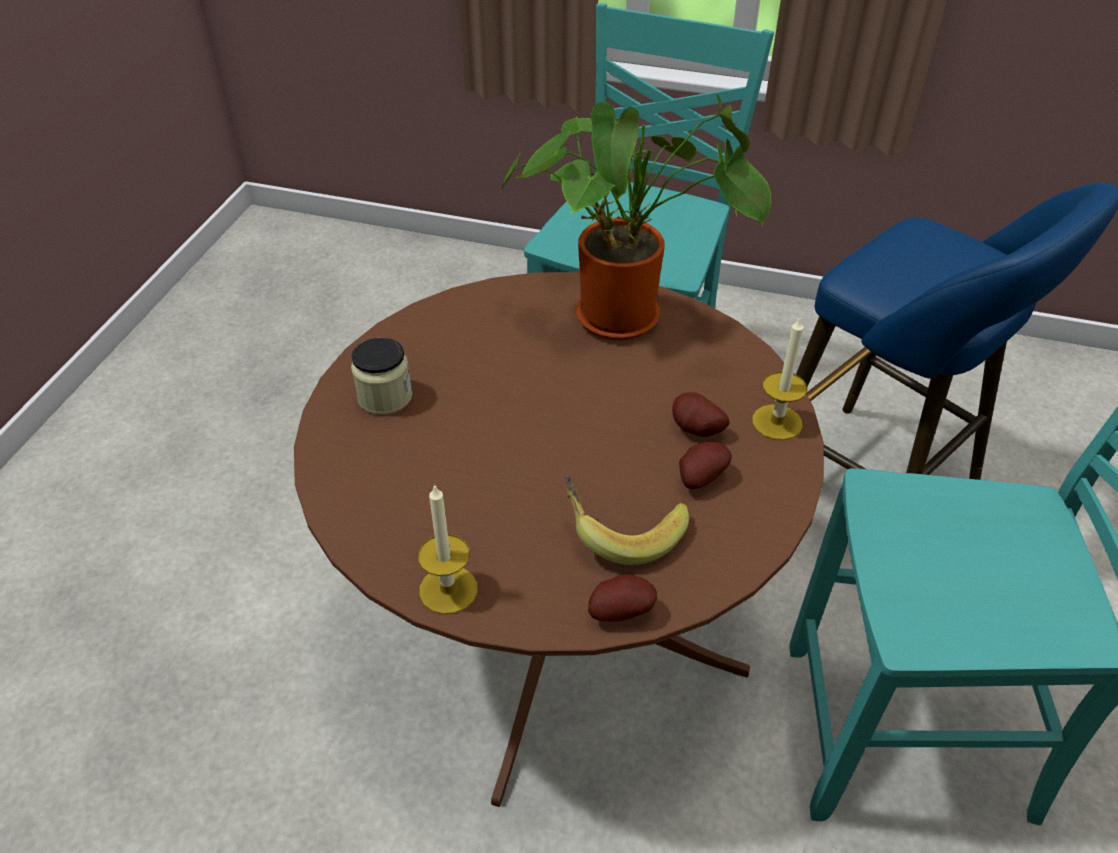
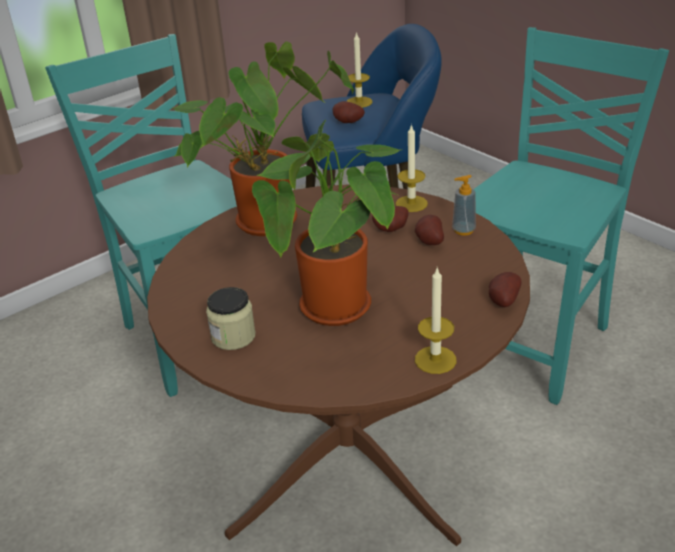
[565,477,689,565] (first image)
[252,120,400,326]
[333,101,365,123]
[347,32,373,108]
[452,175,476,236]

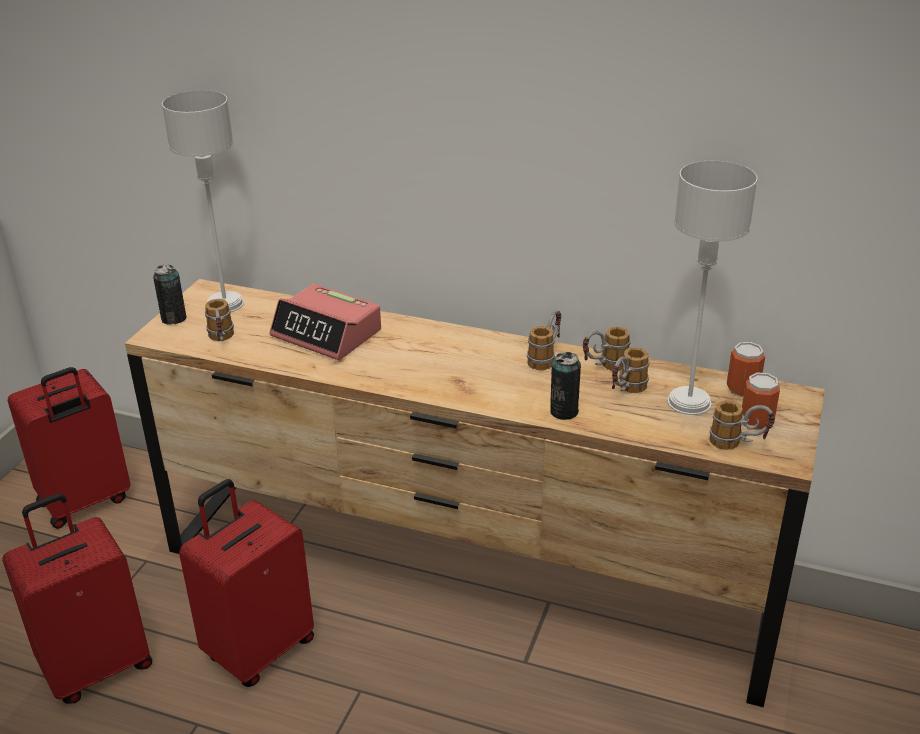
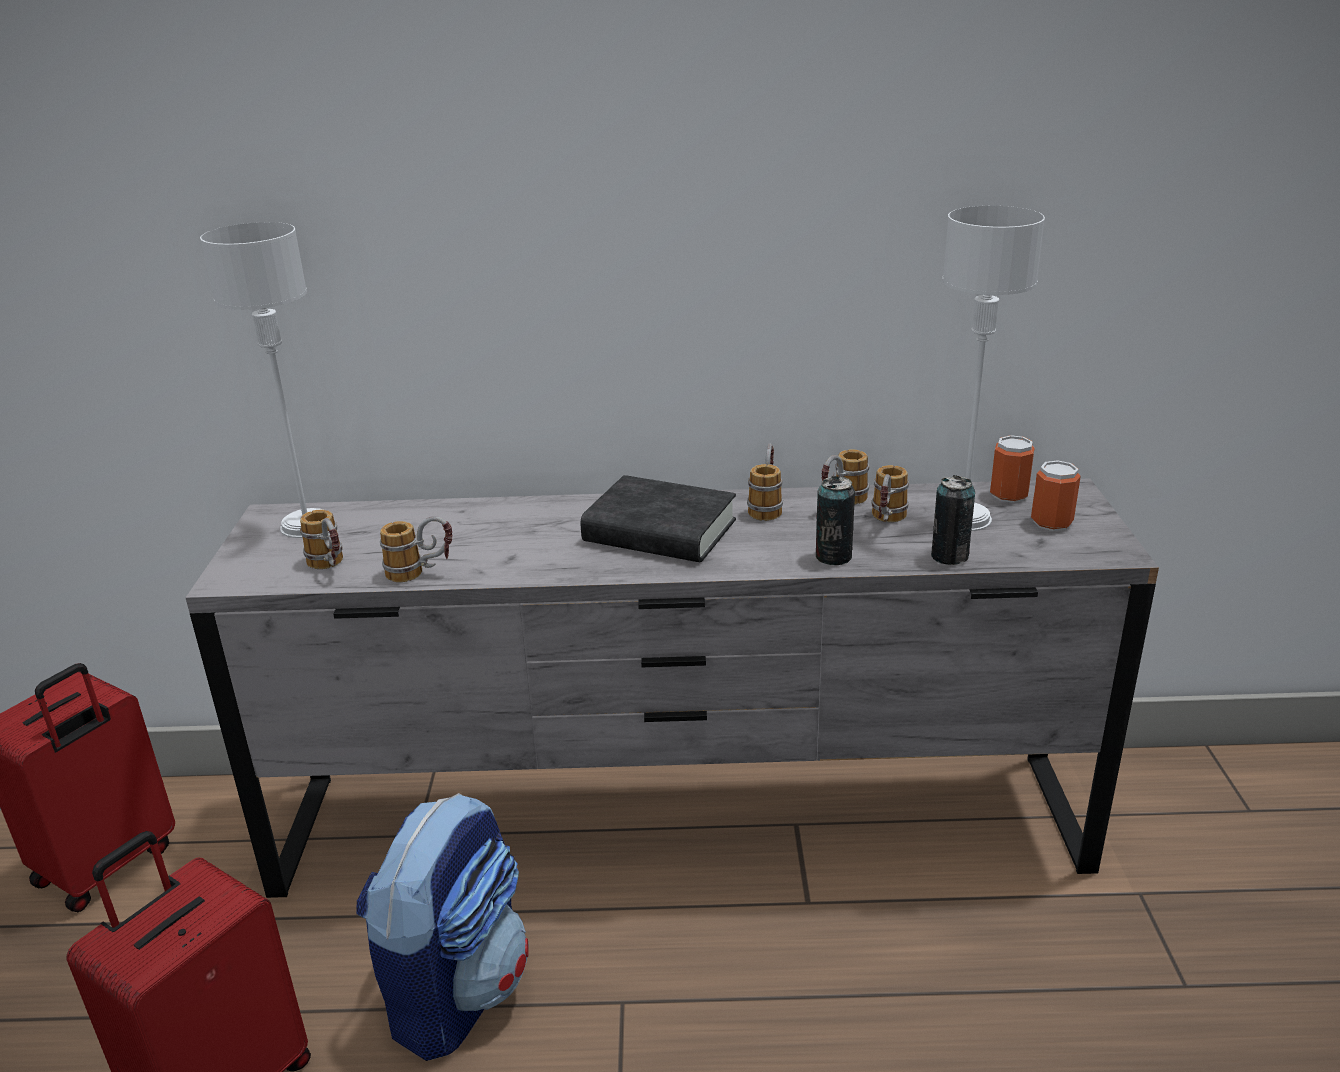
[185,478,1159,898]
[931,475,975,565]
[356,793,529,1061]
[270,284,381,360] (first image)
[380,516,453,582]
[581,475,736,562]

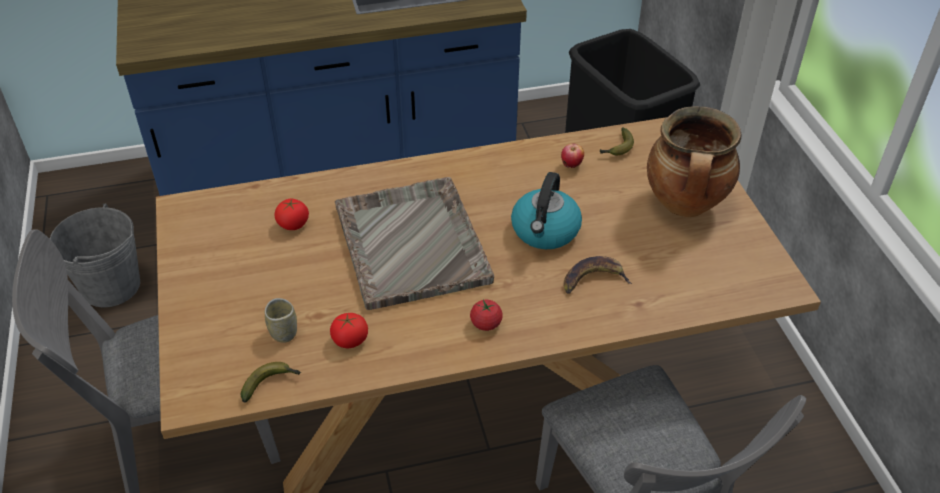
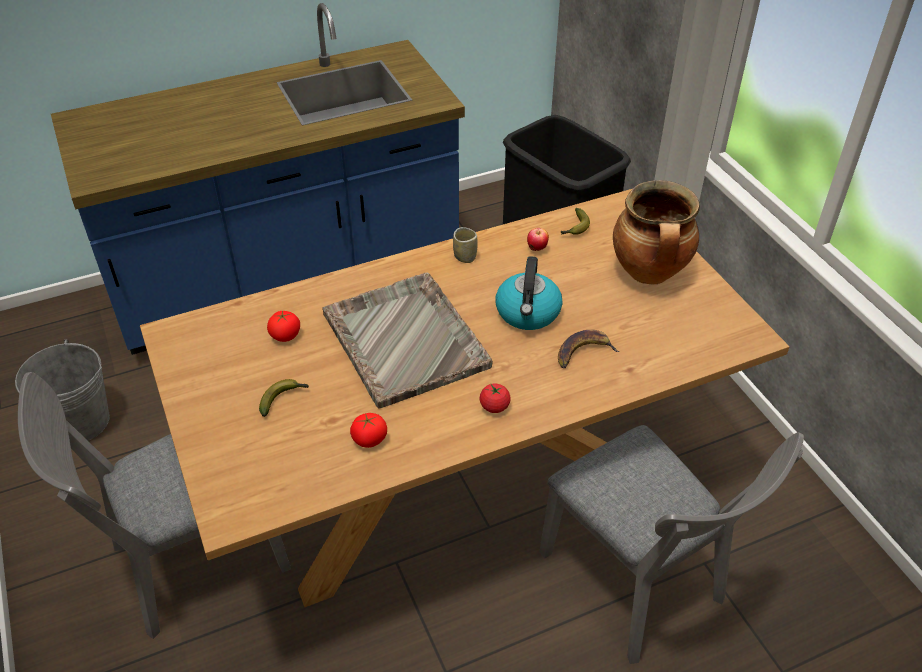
[259,379,308,417]
[453,227,478,263]

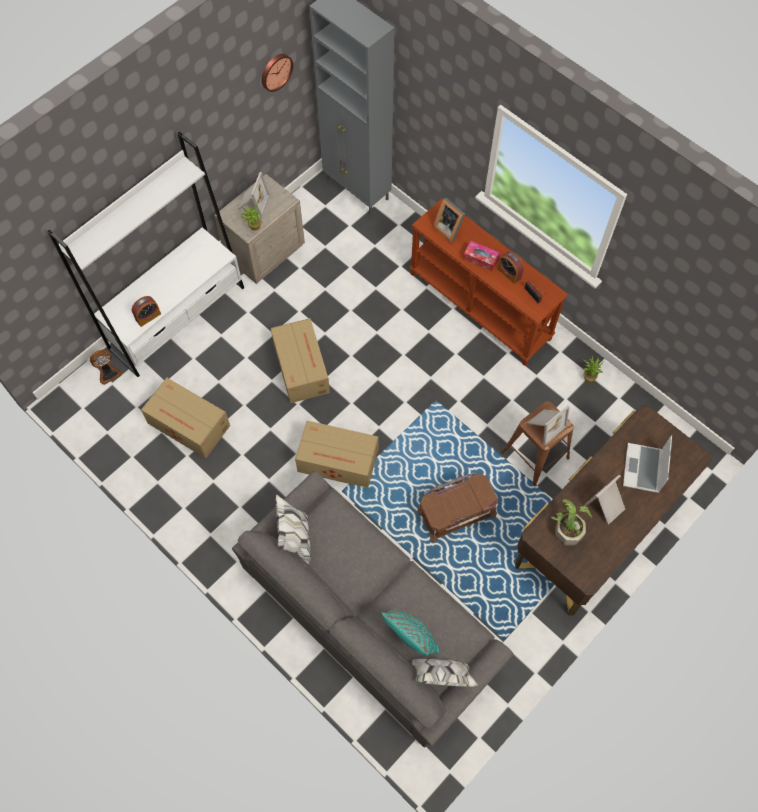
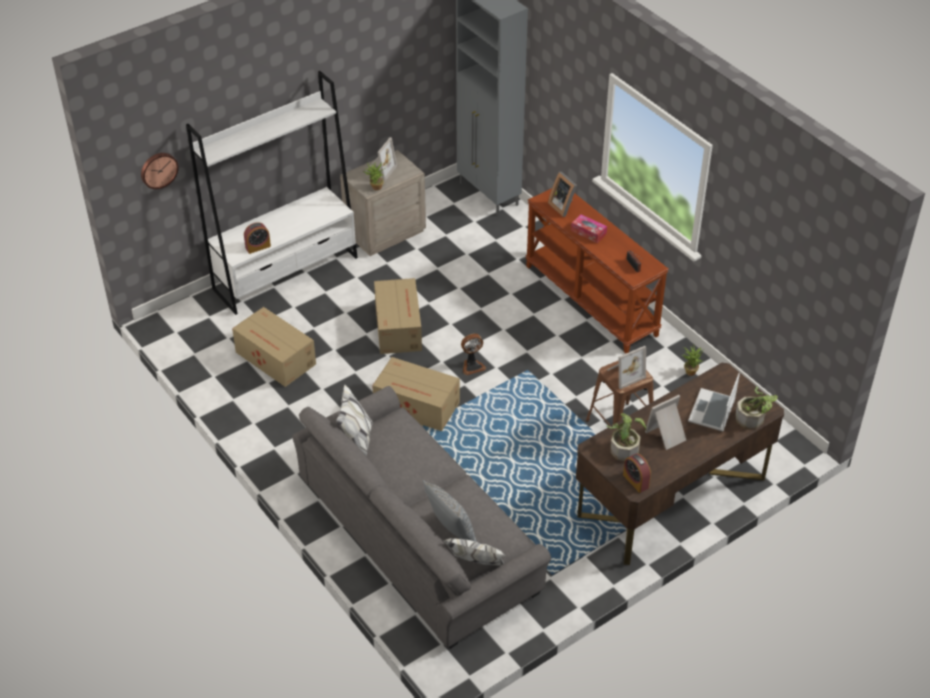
[461,334,486,375]
[141,153,179,189]
[423,480,477,542]
[417,473,498,543] (first image)
[623,453,651,493]
[735,387,778,429]

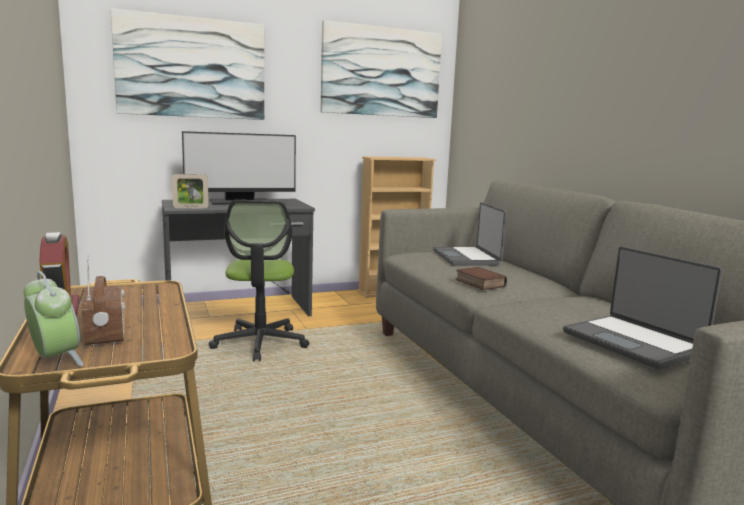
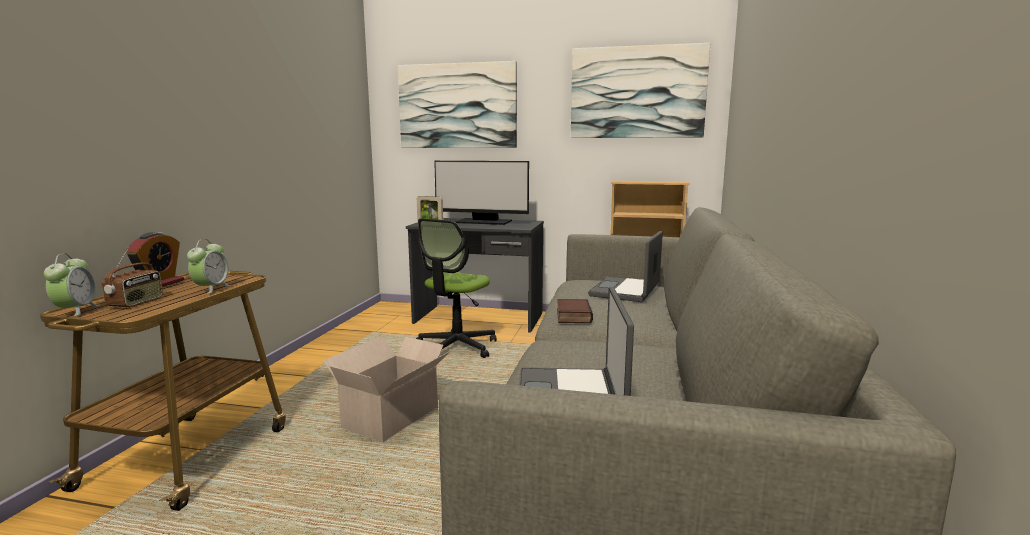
[187,239,231,294]
[323,336,450,442]

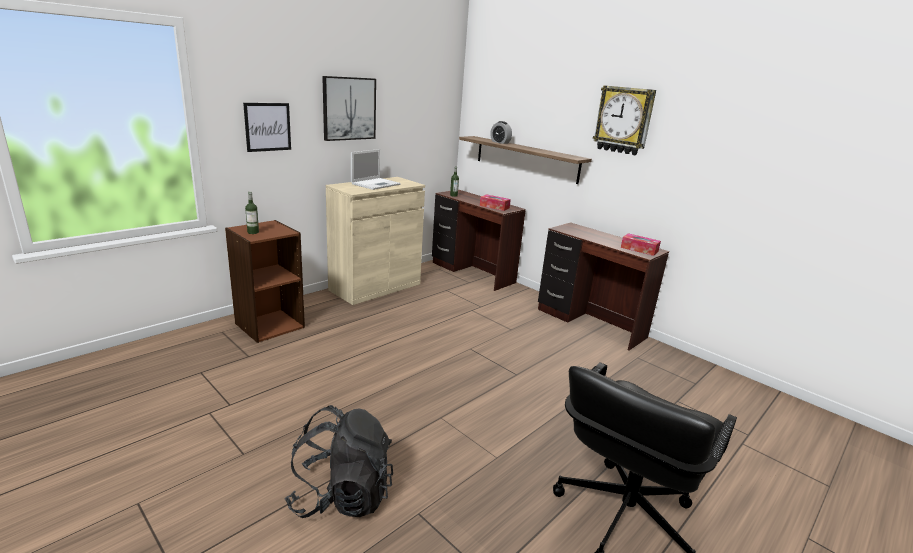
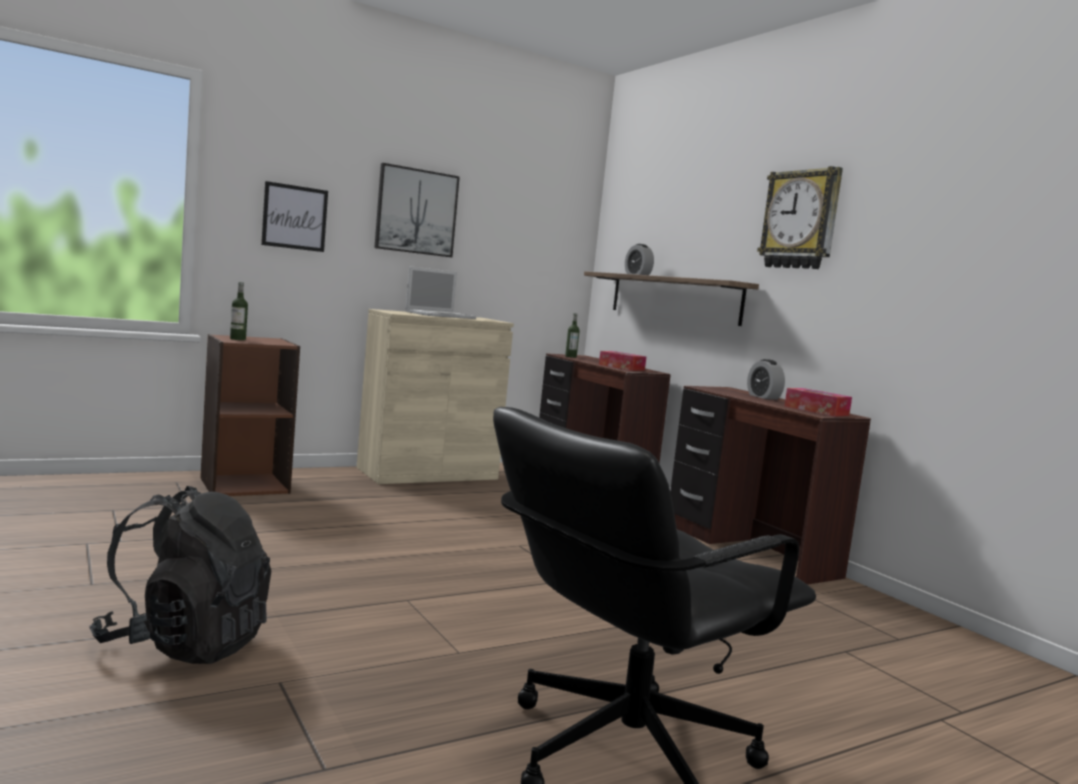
[747,359,785,400]

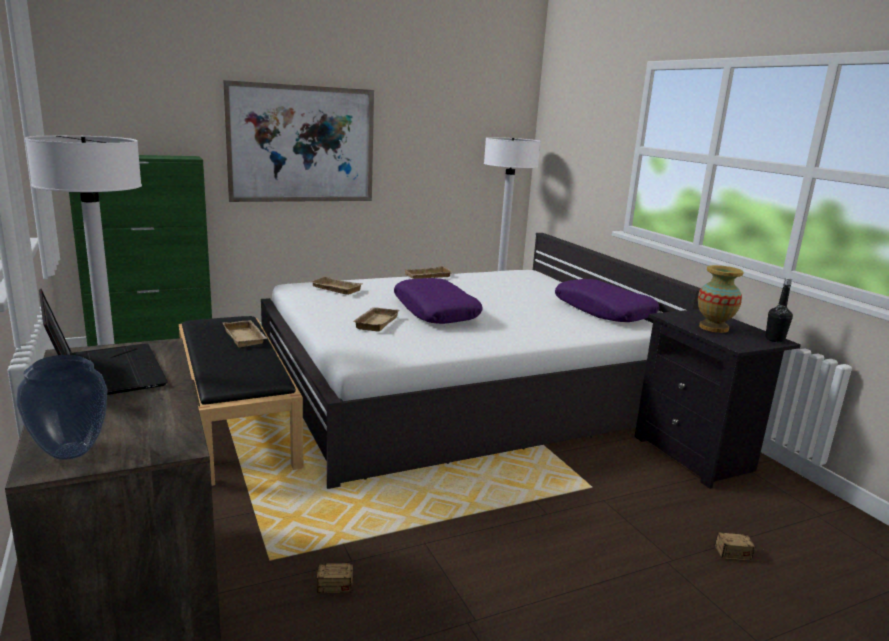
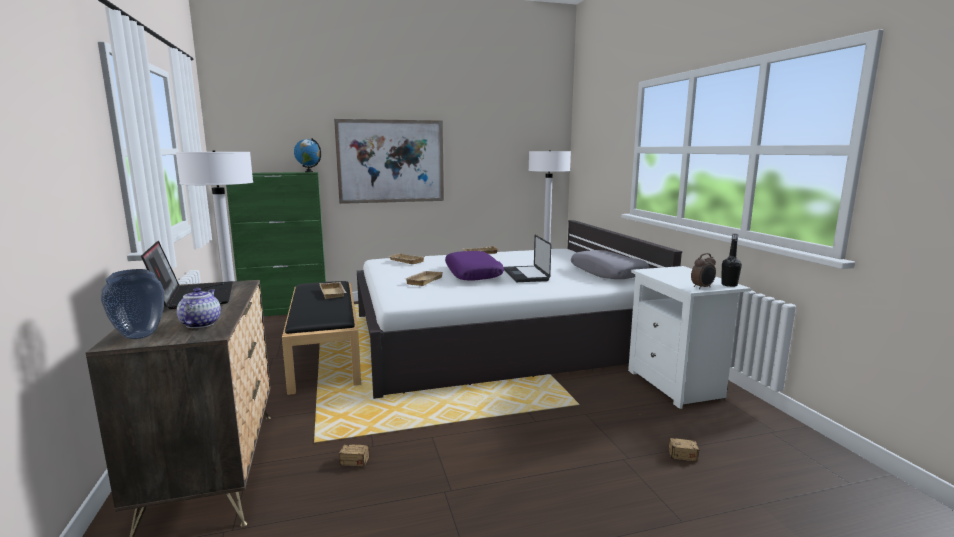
[571,250,649,279]
[628,266,751,409]
[698,265,743,333] (first image)
[177,288,221,328]
[294,138,321,172]
[504,235,551,282]
[691,253,716,289]

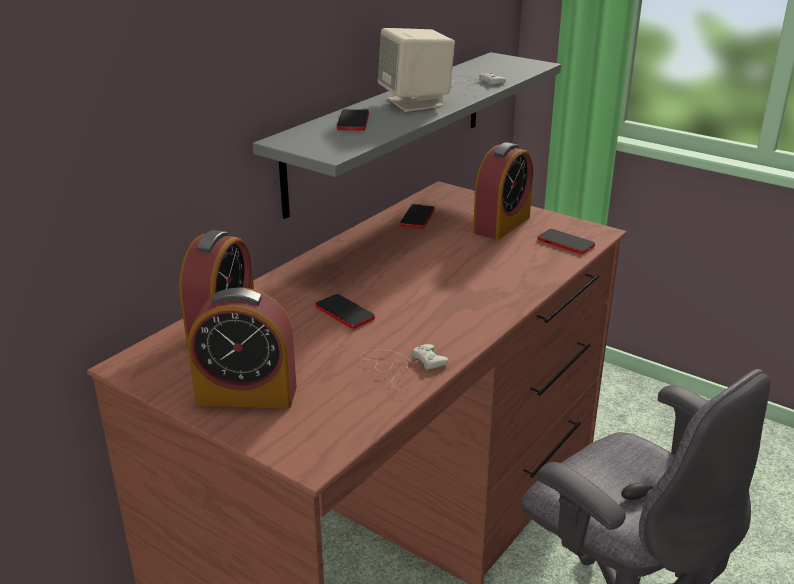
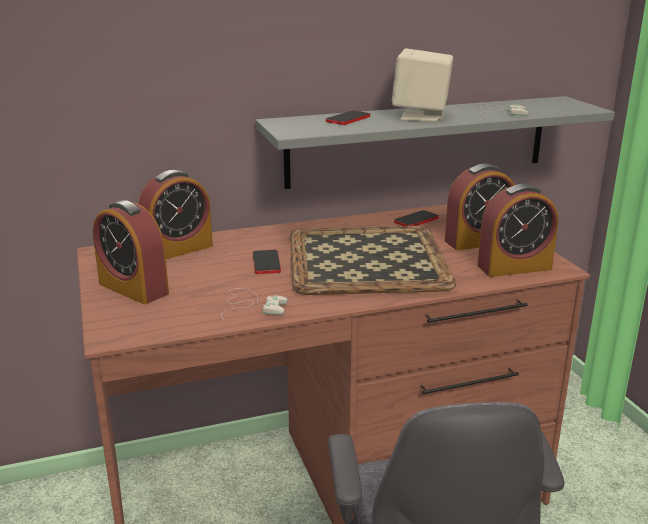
[477,184,558,277]
[290,226,456,295]

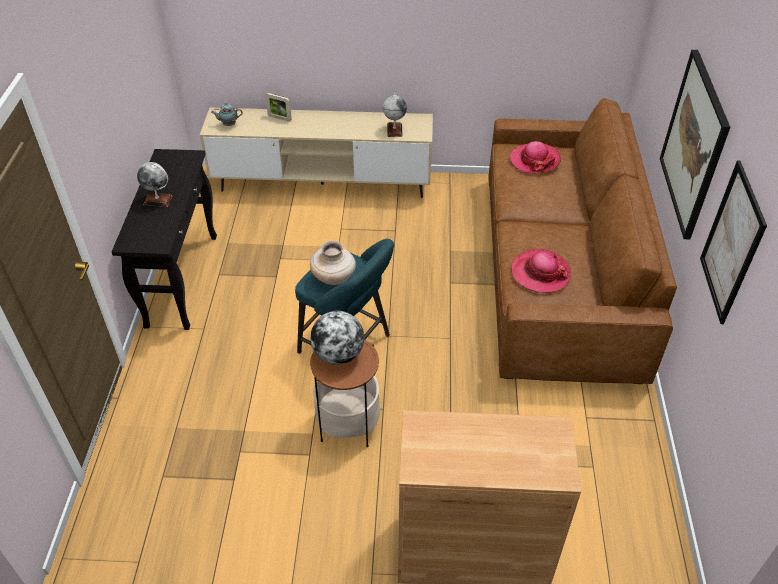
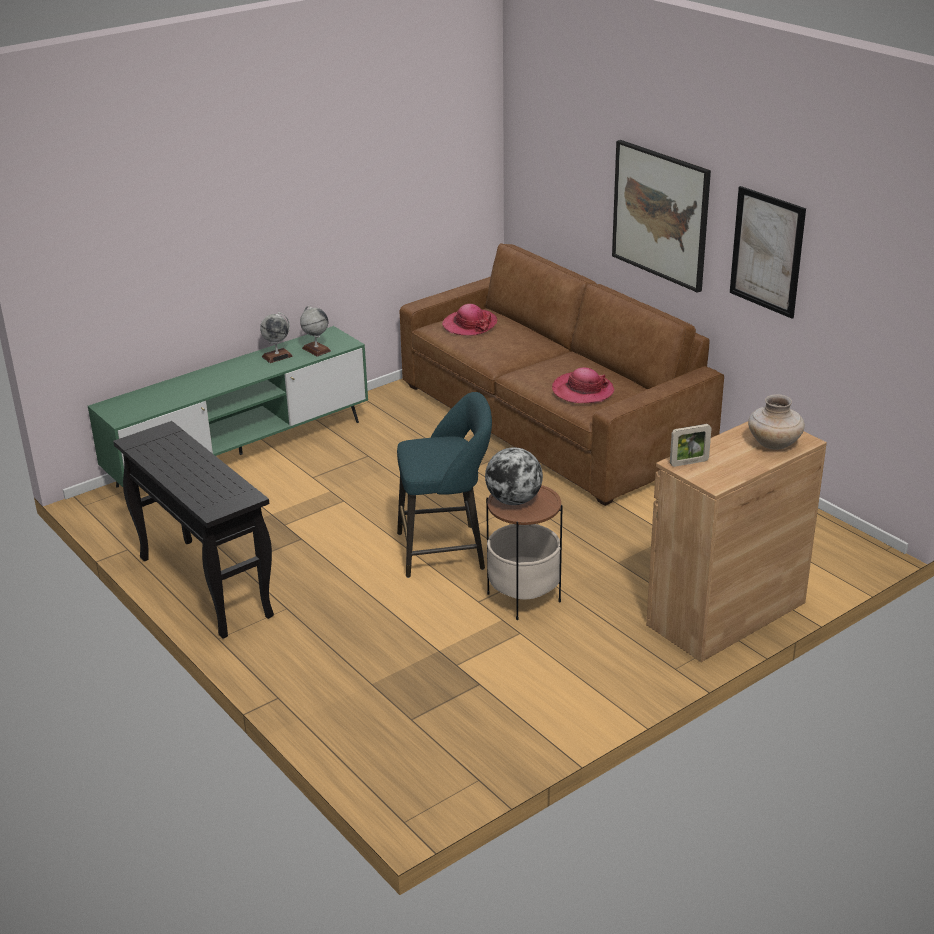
[260,312,293,363]
[88,326,368,488]
[211,102,243,126] (first image)
[670,424,711,467]
[748,394,805,450]

